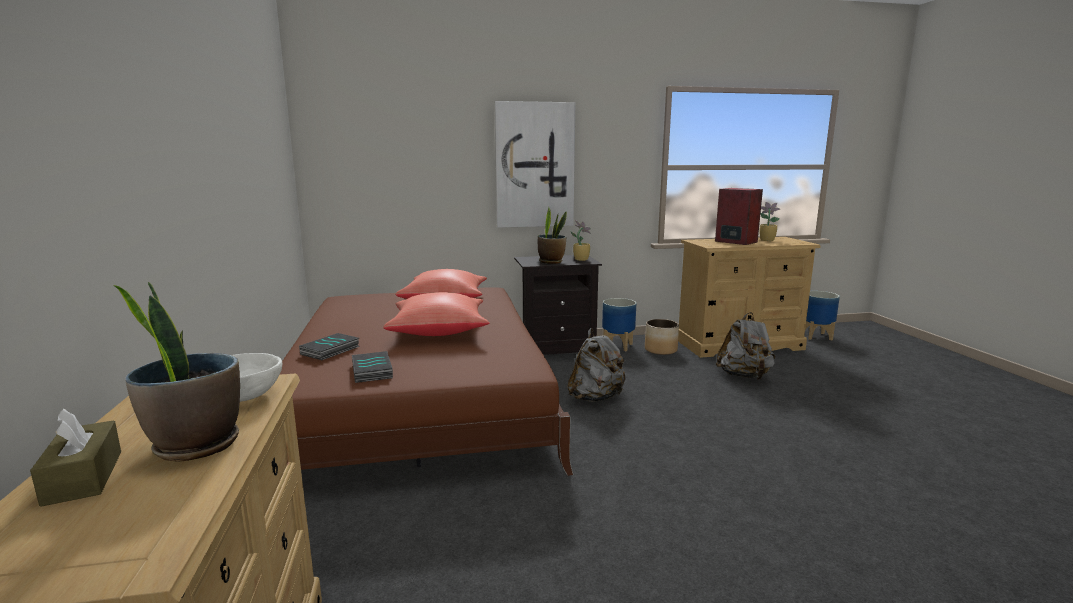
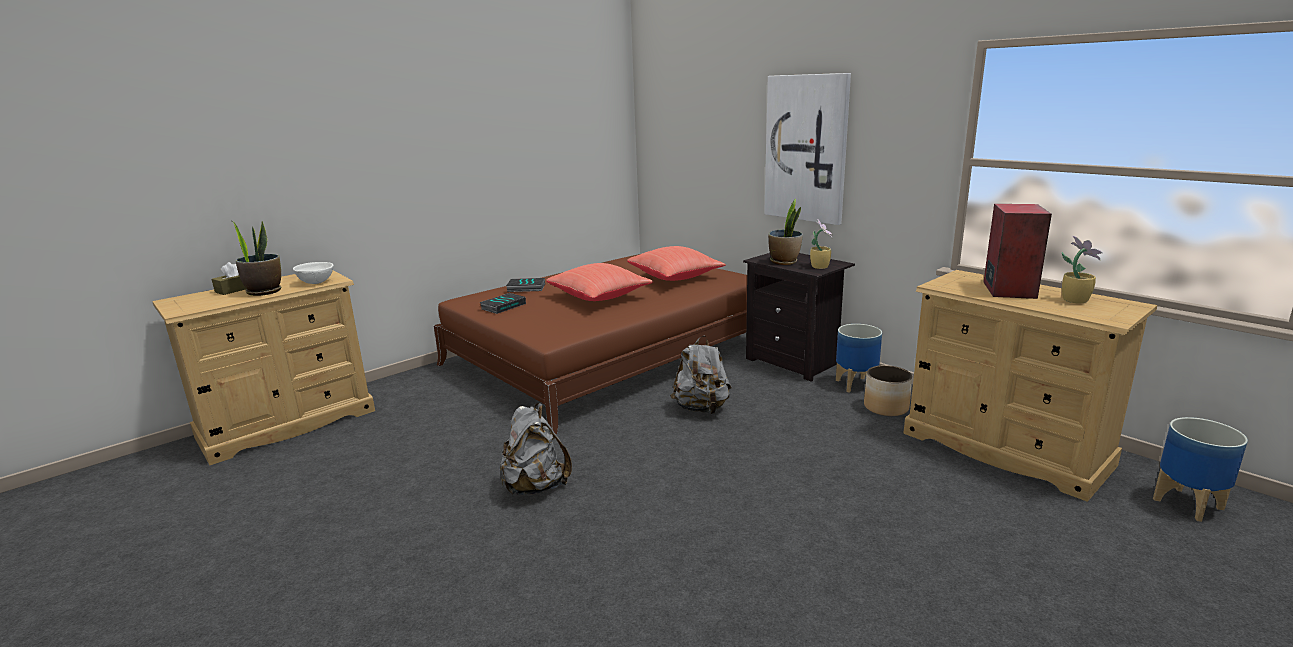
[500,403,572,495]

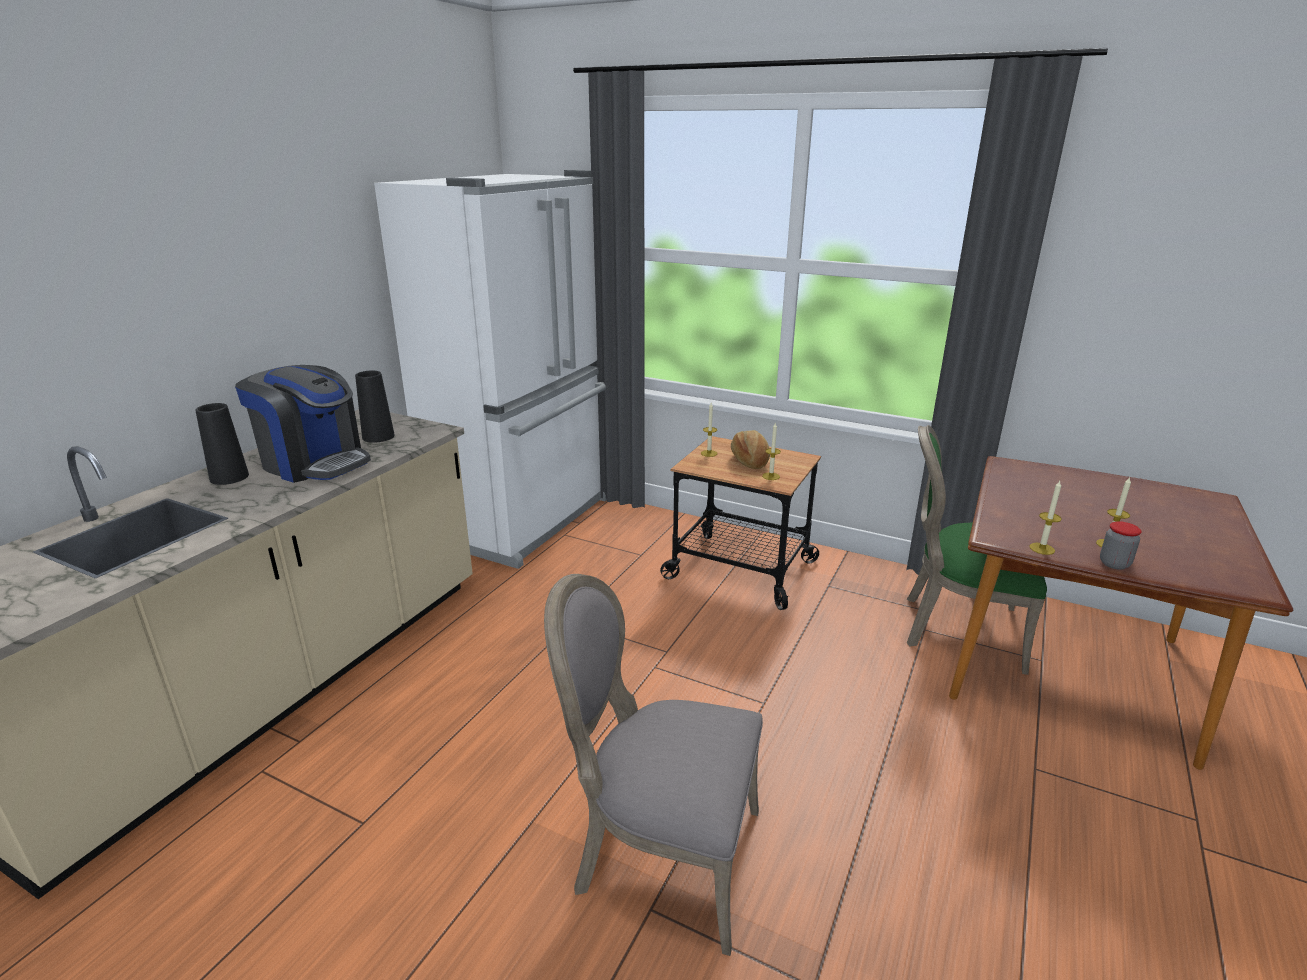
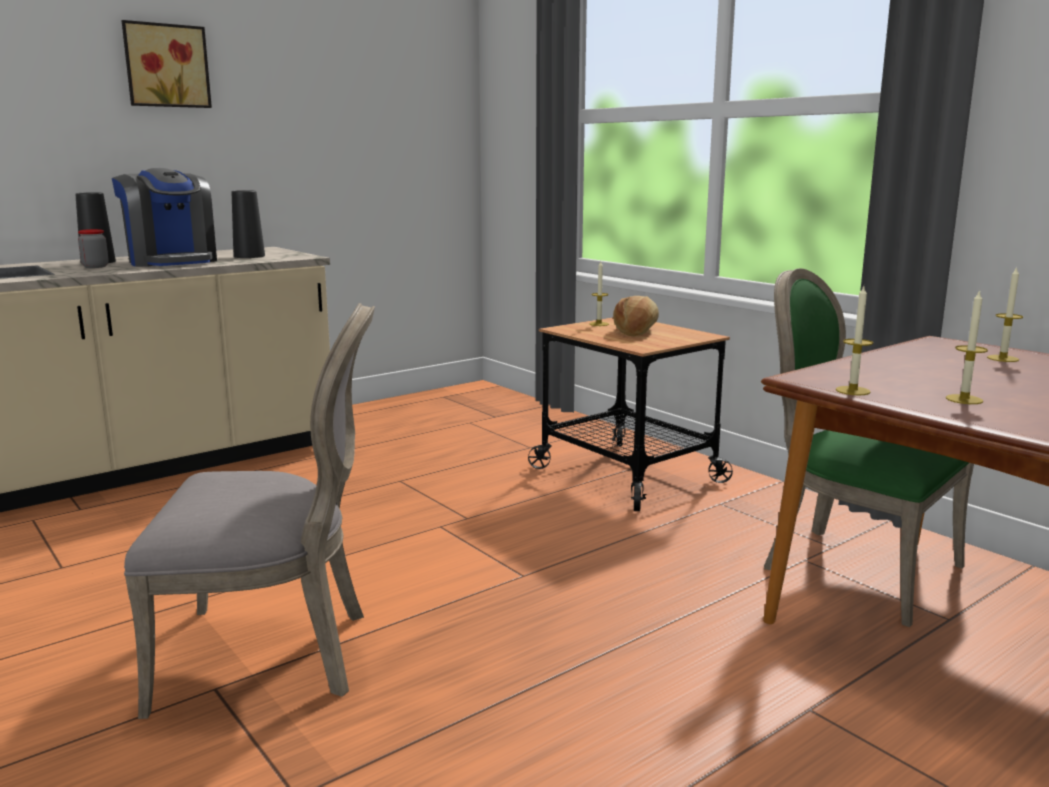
[374,170,607,569] (first image)
[124,303,375,719]
[987,266,1023,362]
[78,229,109,268]
[122,20,212,108]

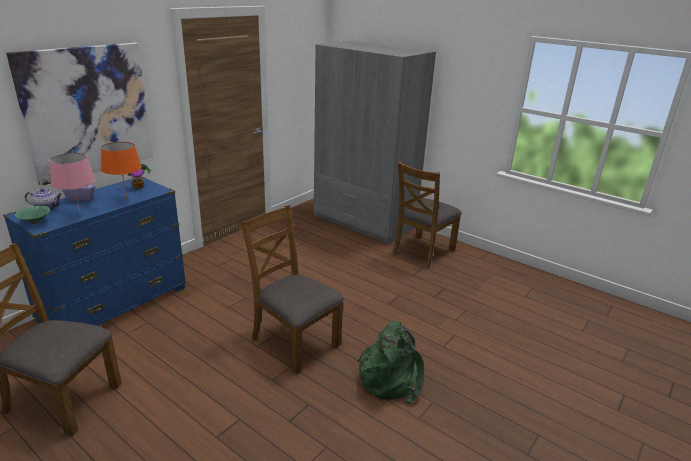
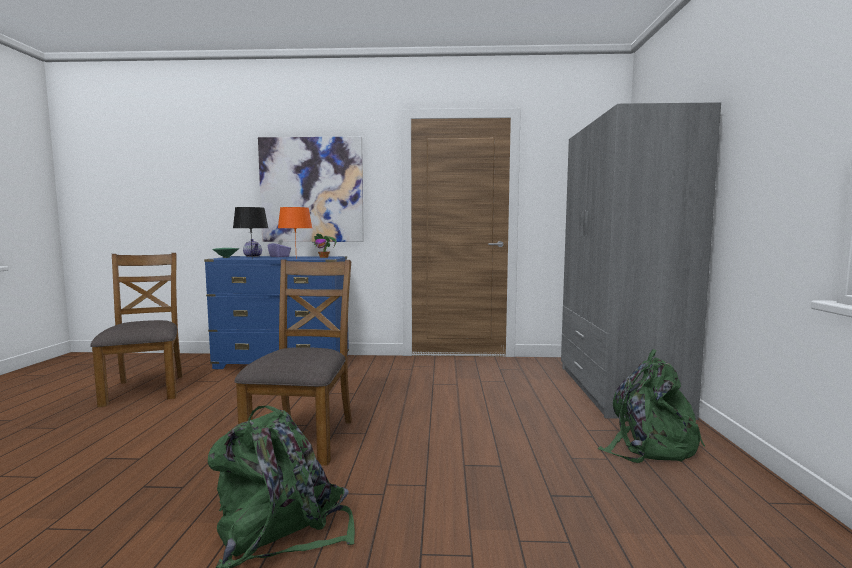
[233,207,268,248]
[597,349,705,463]

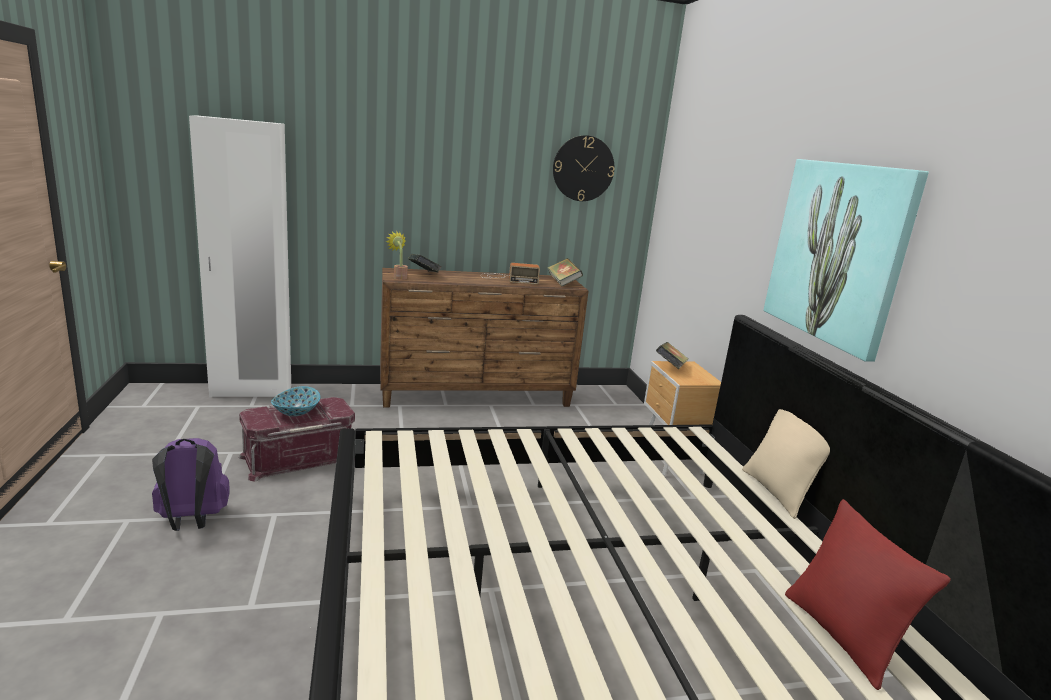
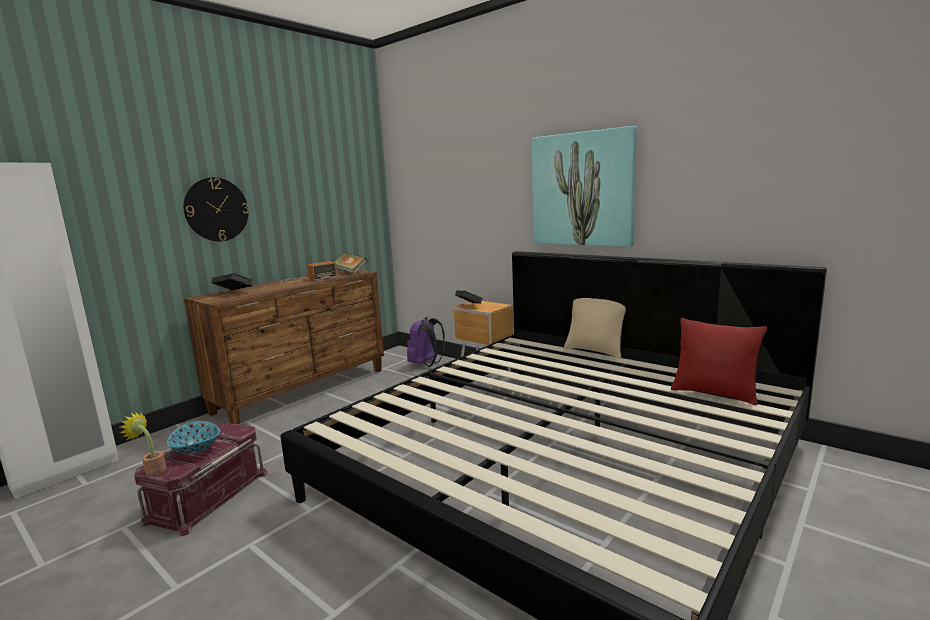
[407,317,445,367]
[120,412,166,476]
[183,177,249,241]

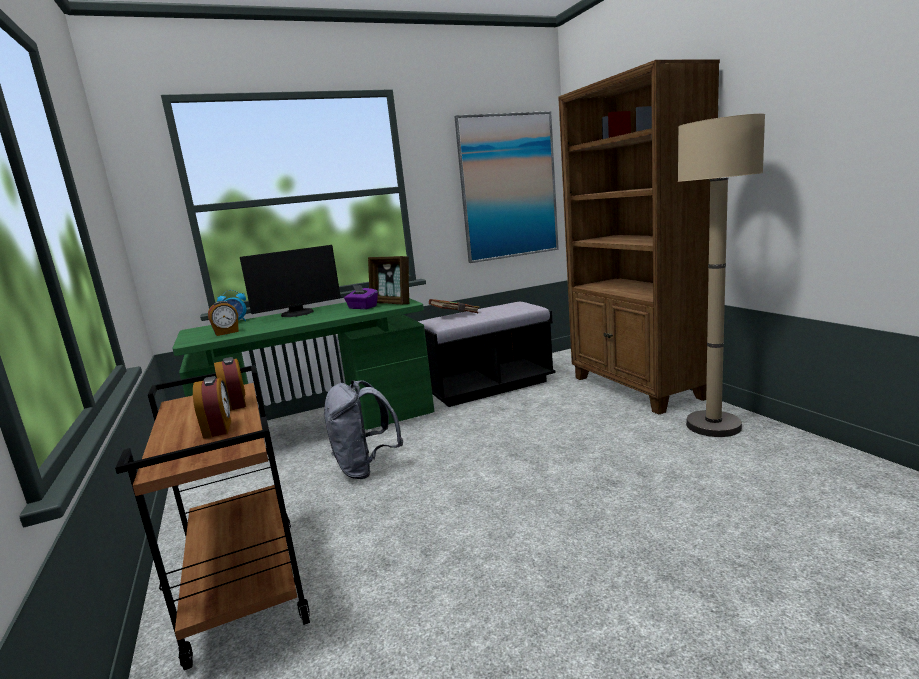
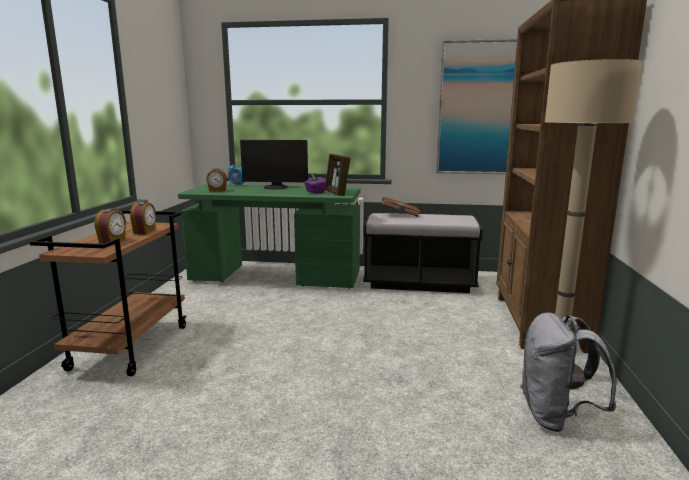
[520,312,617,432]

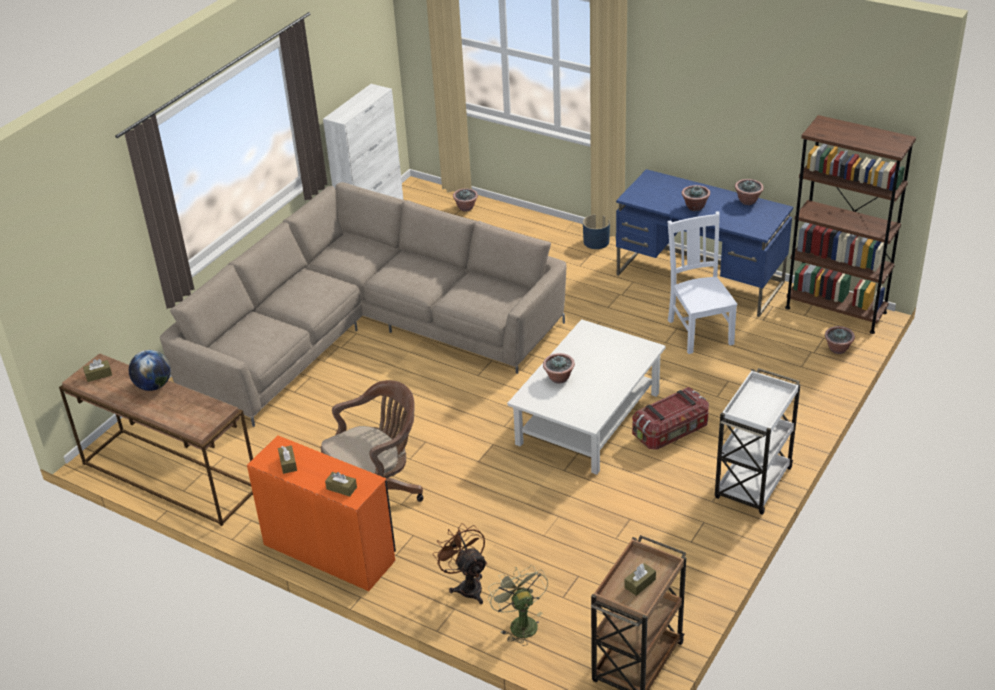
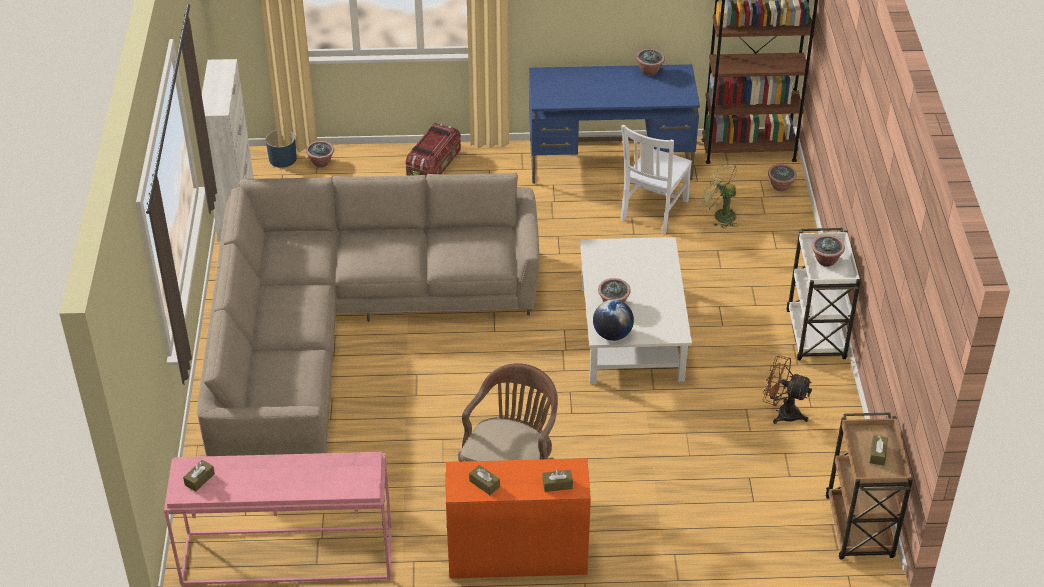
[164,452,392,586]
[593,300,634,341]
[763,356,812,424]
[701,162,738,228]
[266,130,297,168]
[406,122,461,176]
[620,125,692,234]
[812,235,845,267]

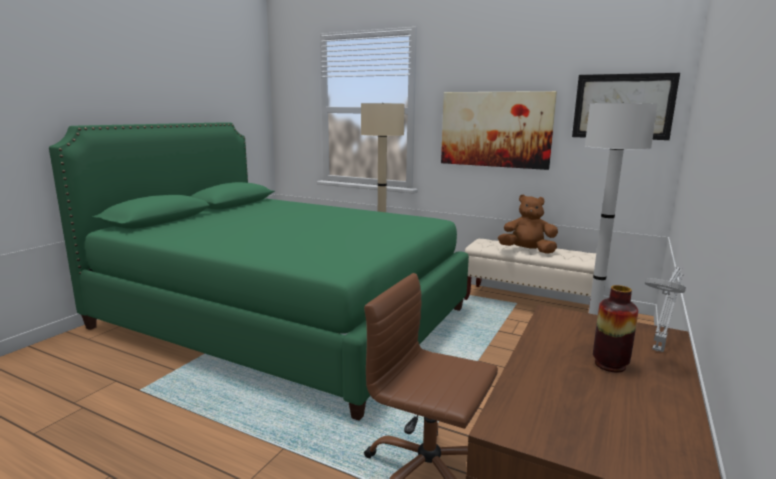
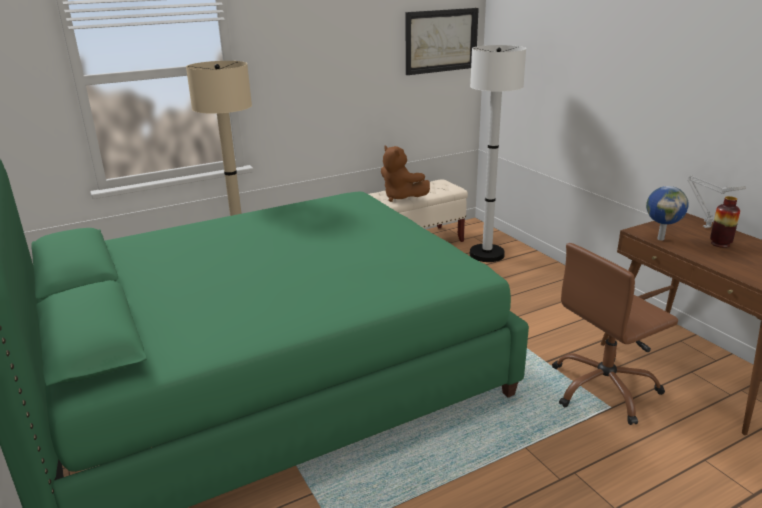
[441,91,557,170] (first image)
[381,146,430,202]
[646,186,689,241]

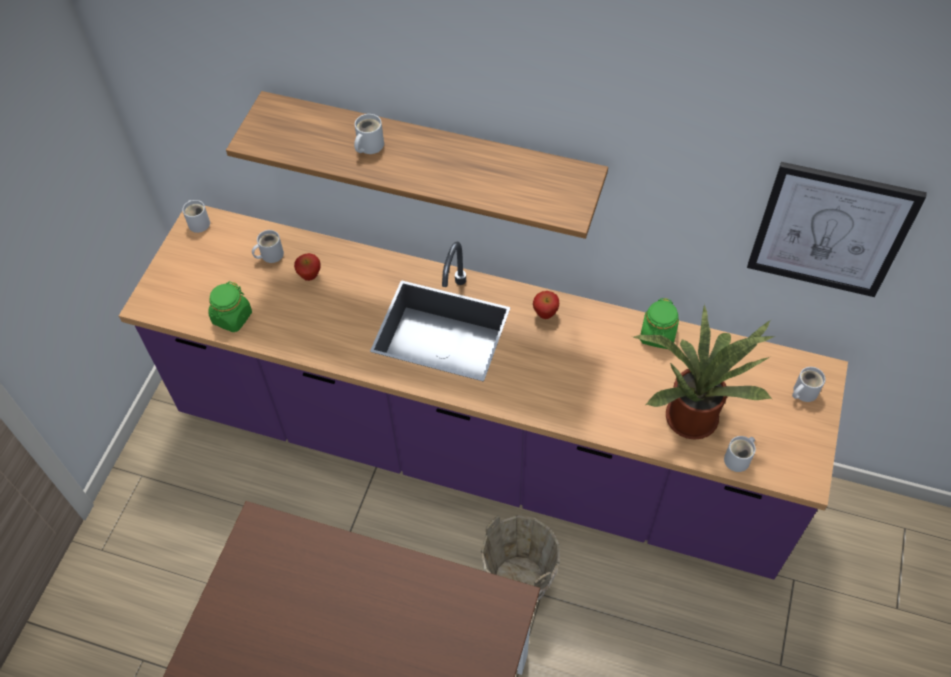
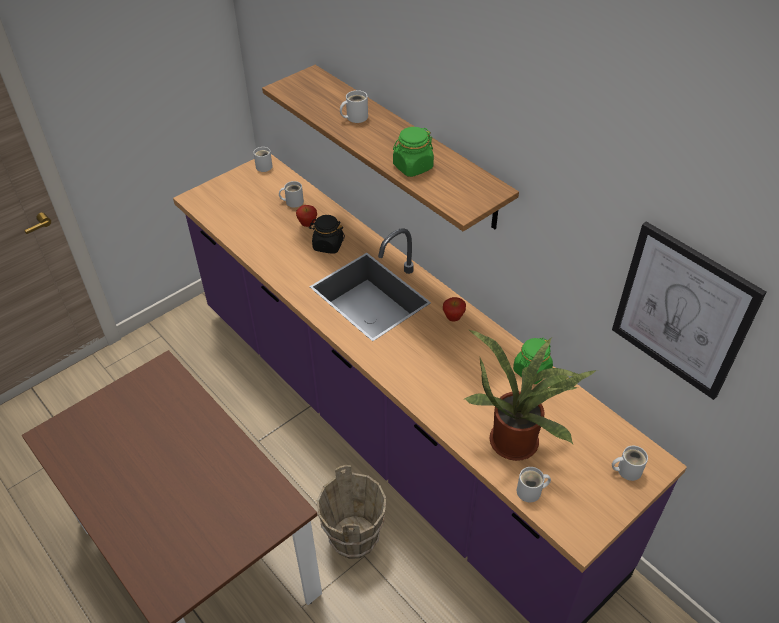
[393,127,434,177]
[309,215,345,254]

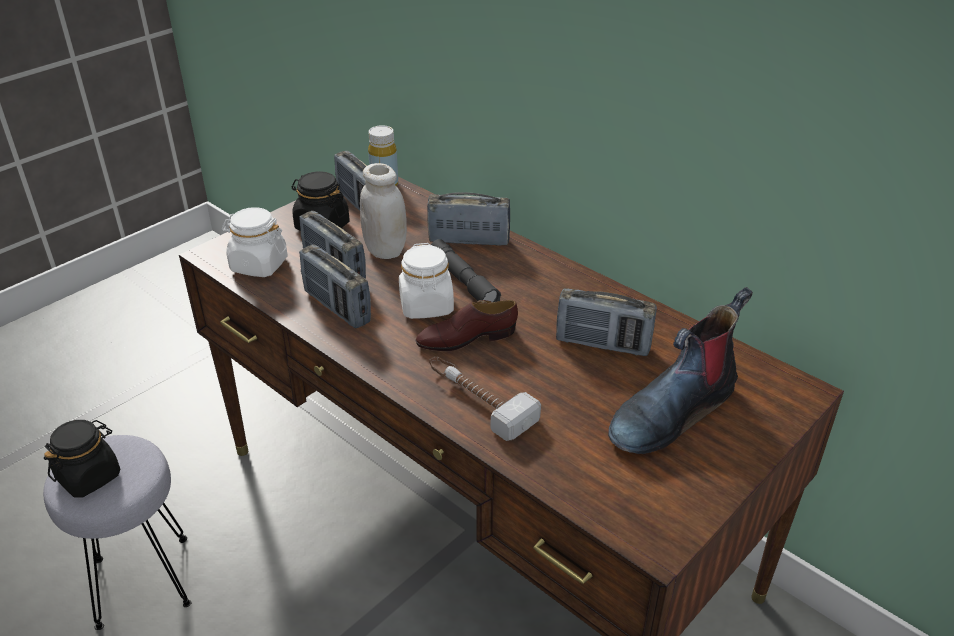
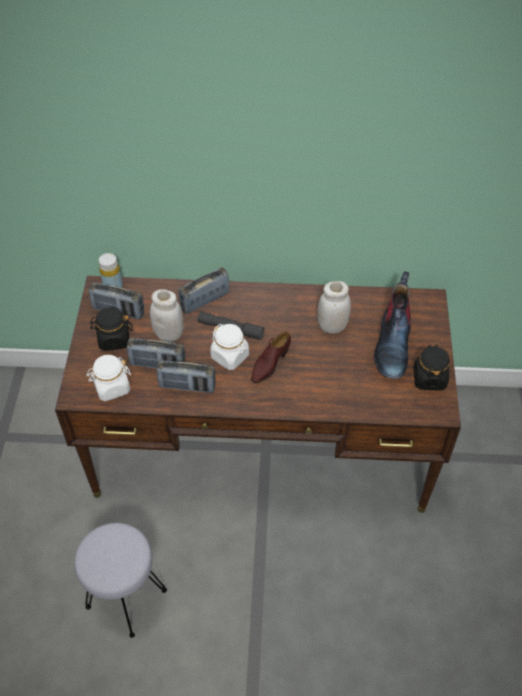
[414,345,450,390]
[429,357,541,441] (first image)
[317,281,351,333]

